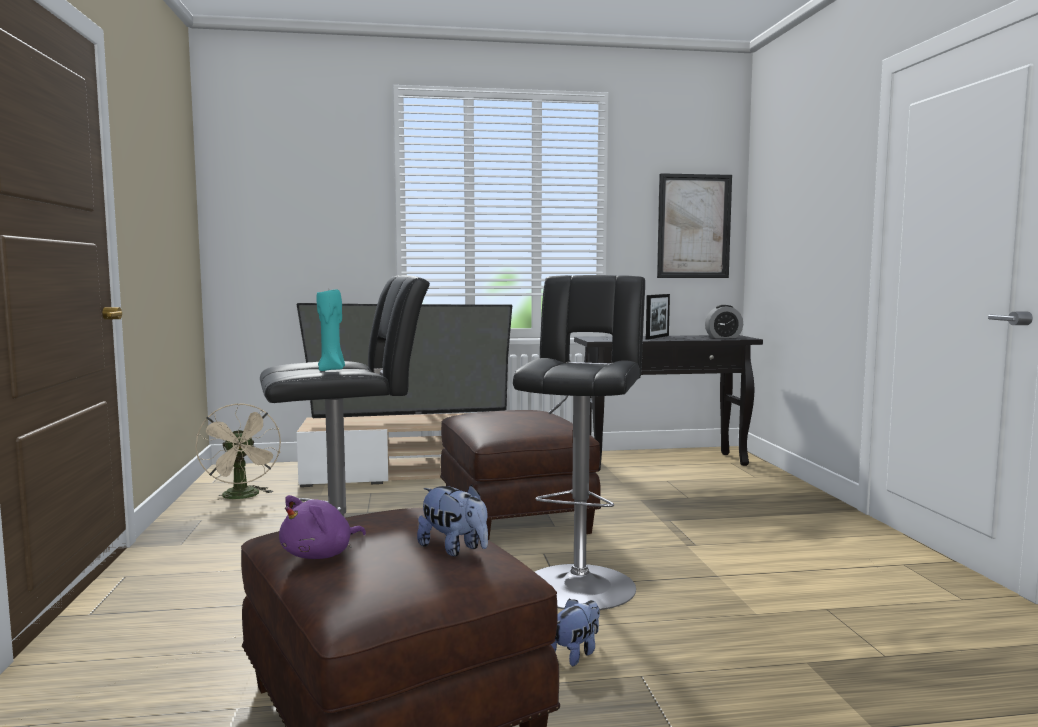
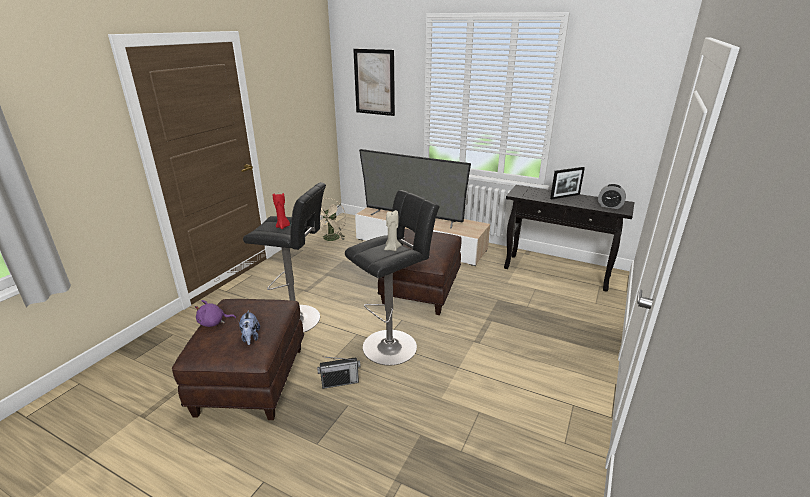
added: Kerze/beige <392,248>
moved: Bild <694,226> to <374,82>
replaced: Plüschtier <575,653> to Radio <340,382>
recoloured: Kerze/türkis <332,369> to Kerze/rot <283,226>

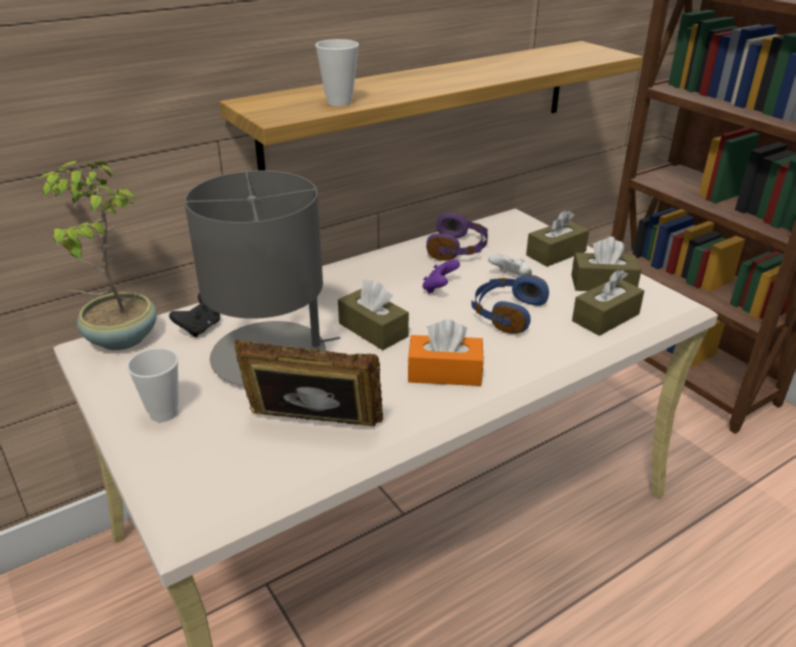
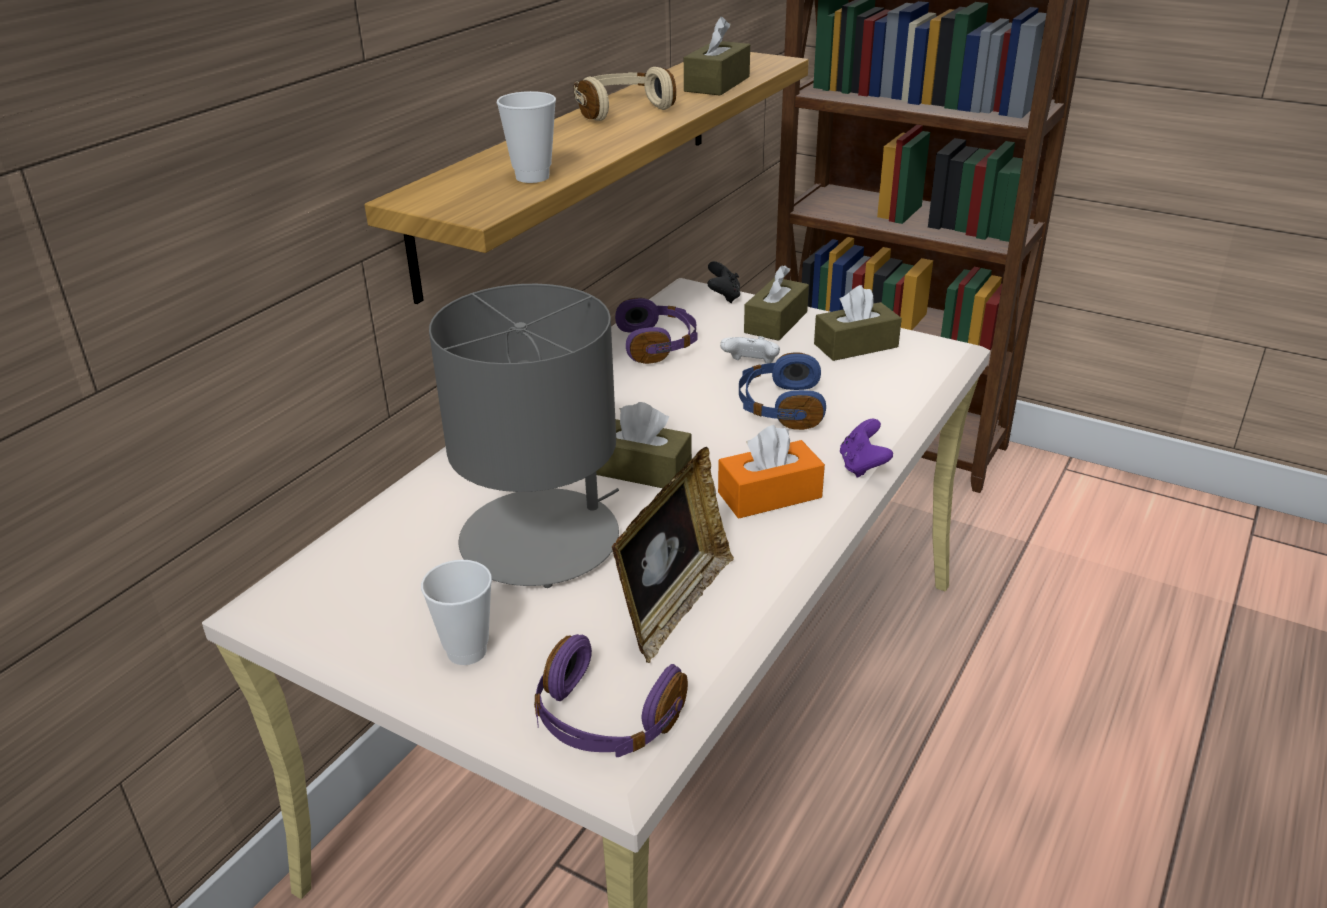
removed: Topfpflanze <120,339>
added: Kopfhörer/beige <620,109>; Kopfhörer/lila <605,720>
moved: Gamepad/lila <439,289> to <862,466>; Taschentuchbox/braun <605,317> to <717,84>; Gamepad/schwarz <200,328> to <723,297>
turned: Bilderrahmen <312,428> = <674,605> 135 degrees clockwise

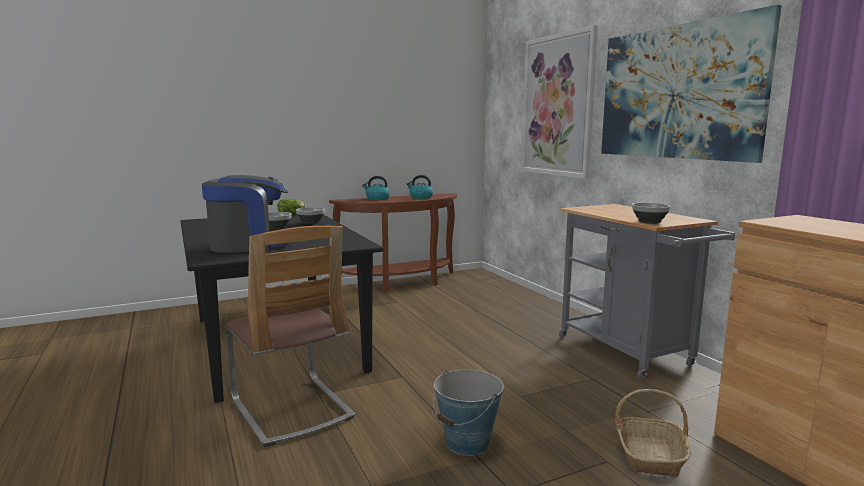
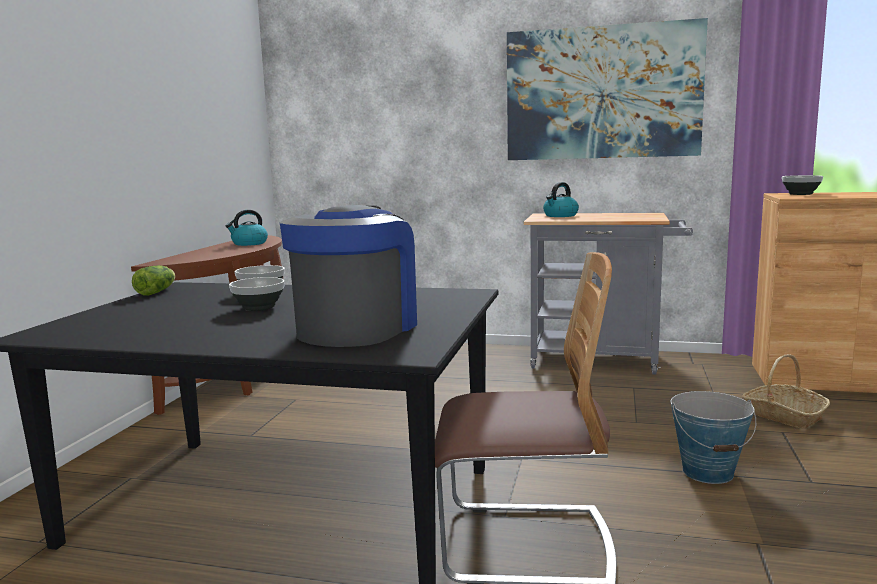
removed: Bild <557,106>
moved: Wasserkessel <377,198> to <560,215>; Schüssel <649,222> to <800,194>

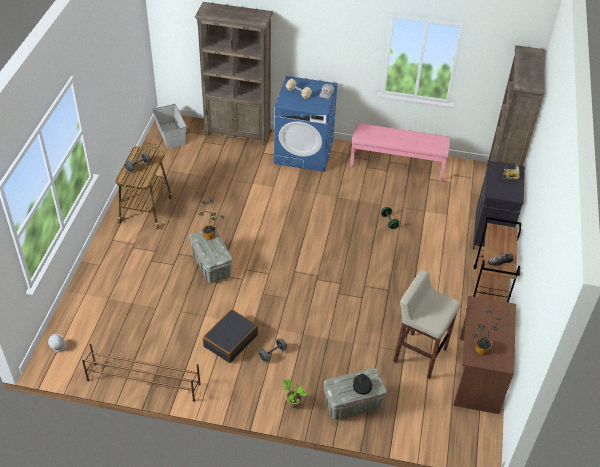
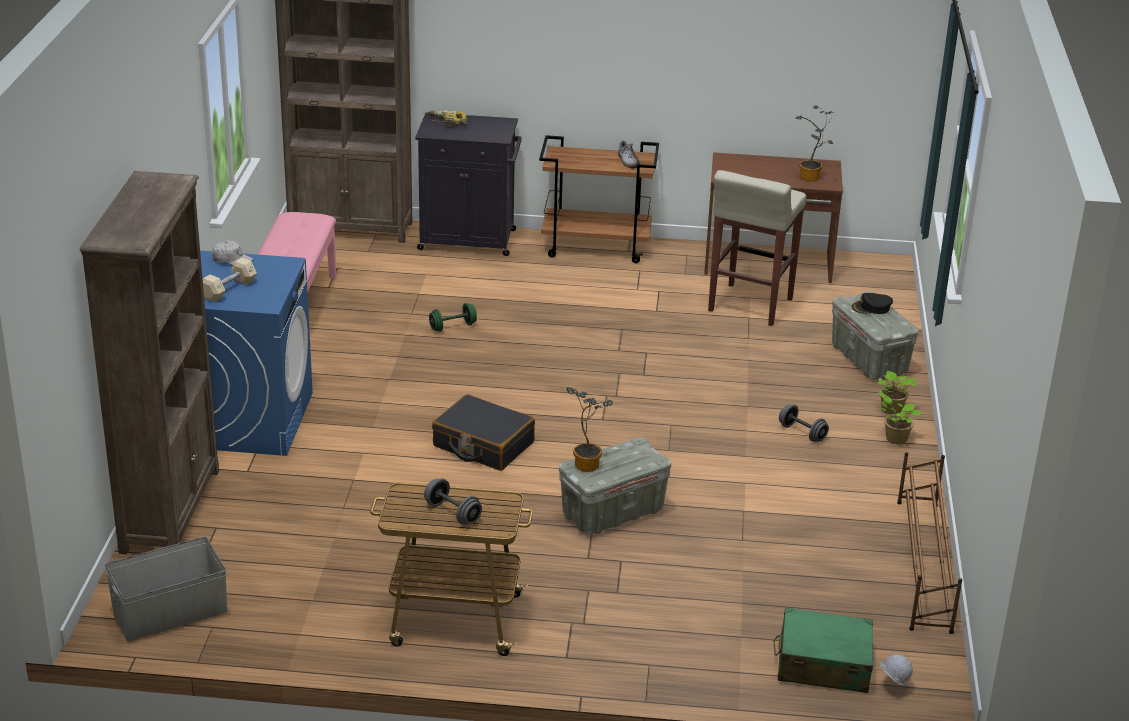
added: Topfpflanze <894,438>; Koffer/grün <823,664>
moved: Koffer/schwarz <230,340> to <483,445>

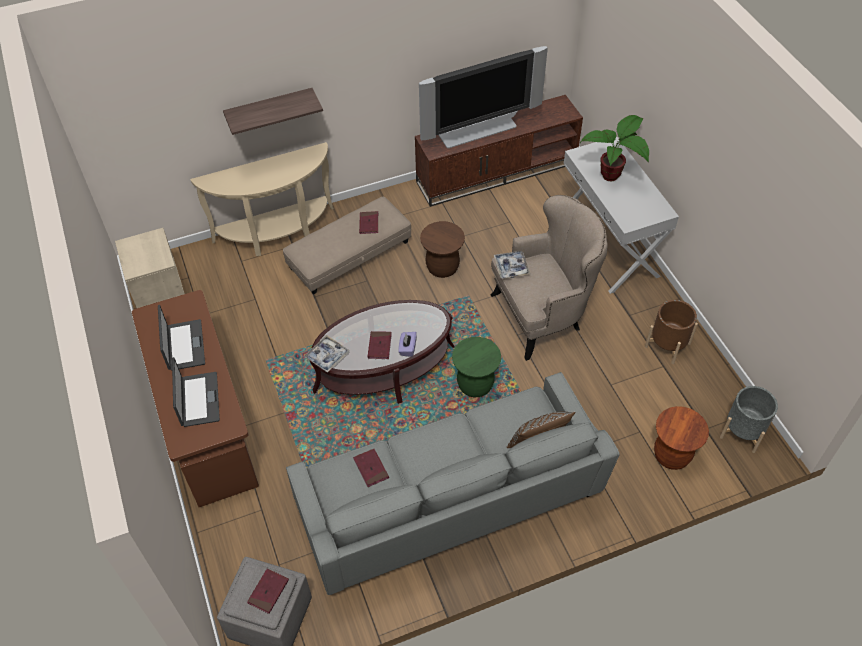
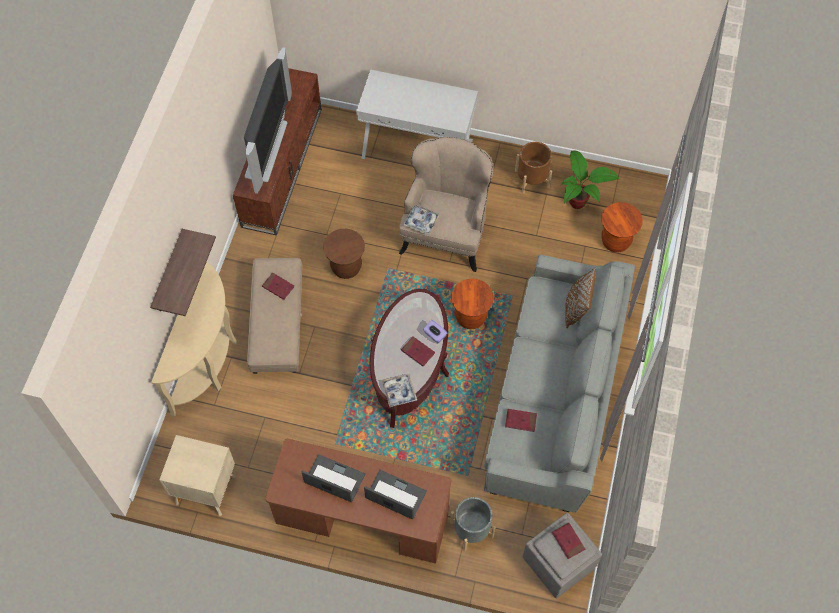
moved: Topfpflanze <613,177> to <579,202>; Pflanzkübel/grau <742,432> to <471,530>
recoloured: Hocker/grün <475,384> to Hocker/braun <470,317>

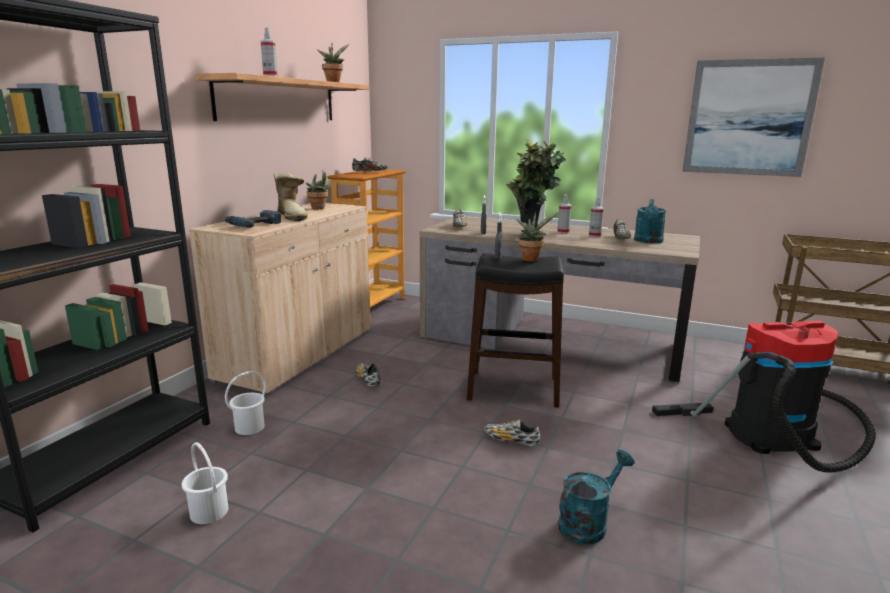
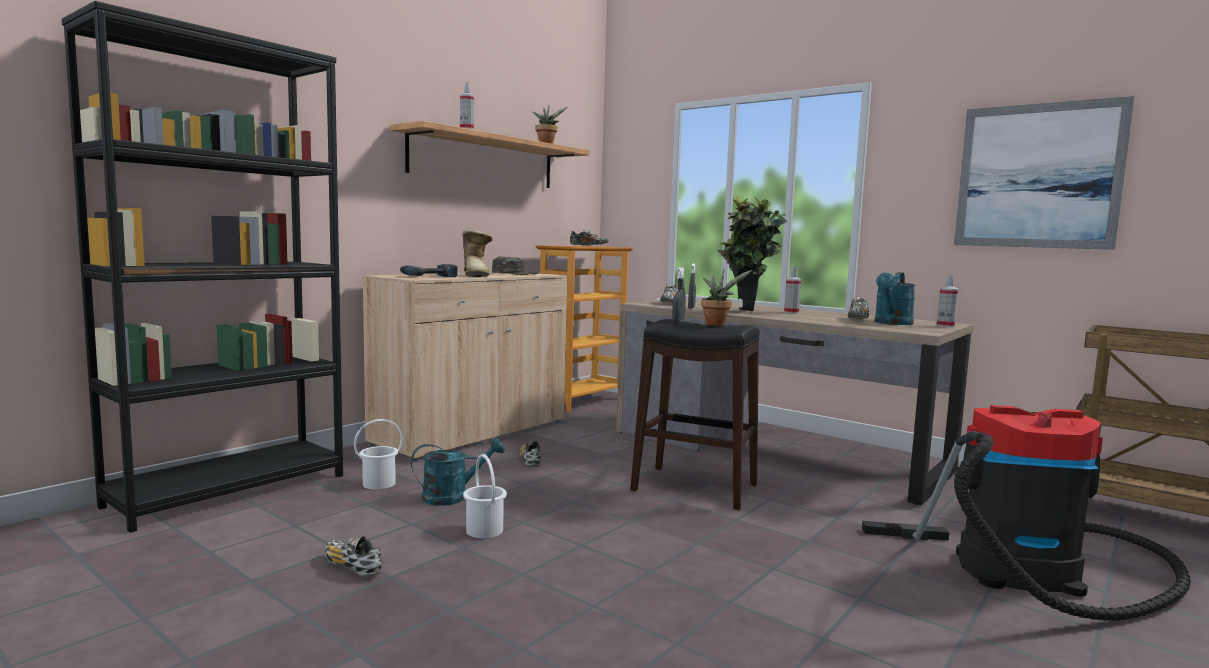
moved: Sprühflasche <594,236> to <945,326>; Schuh <511,441> to <352,567>; Eimer/weiß <208,512> to <484,530>; Gießkanne/türkis <588,523> to <453,496>
replaced: Topfpflanze <319,208> to Kappe/grün <514,274>

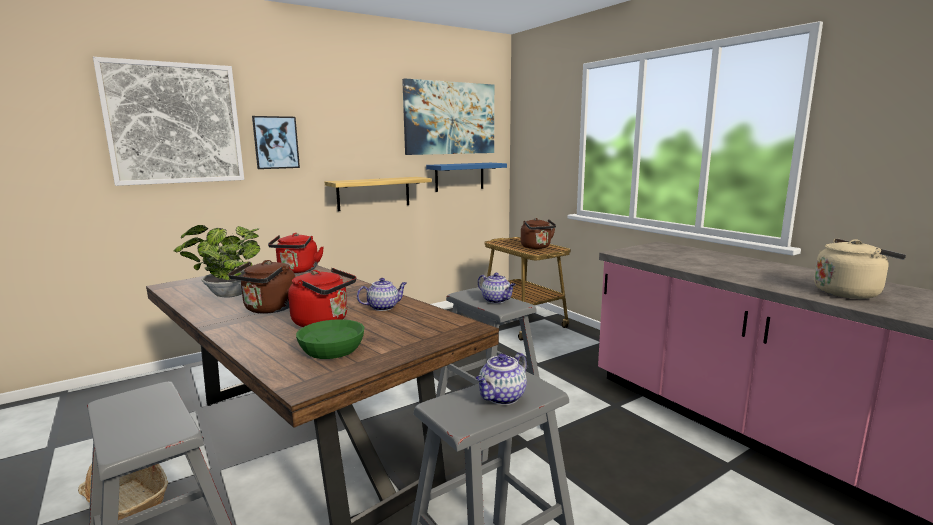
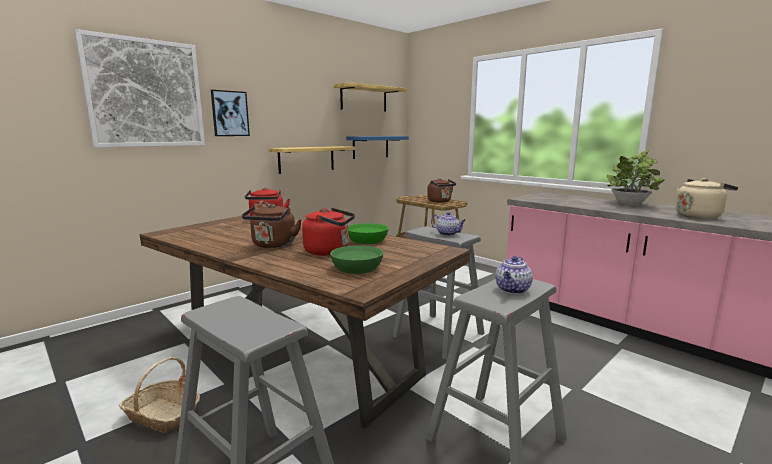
moved: Topfpflanze <228,295> to <630,204>
replaced: Bild <450,118> to Wandregal <364,99>; Teekanne <383,307> to Schüssel/grün <367,240>

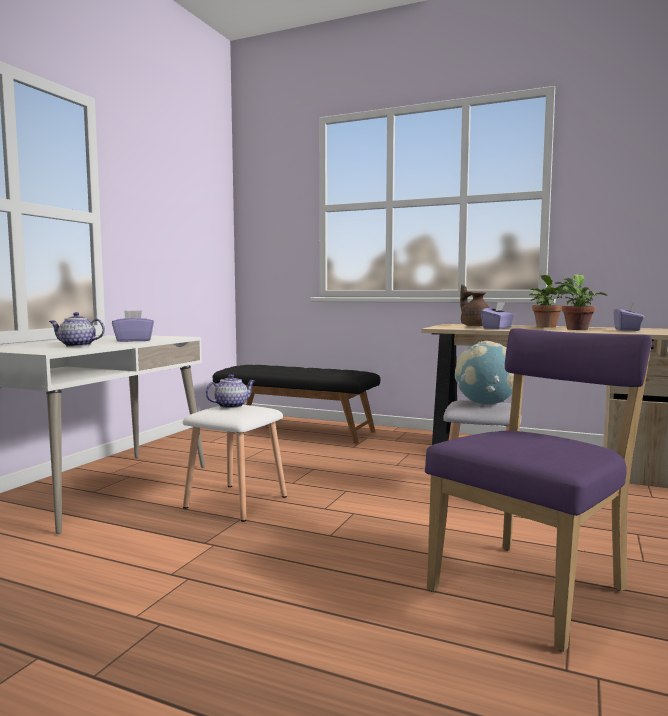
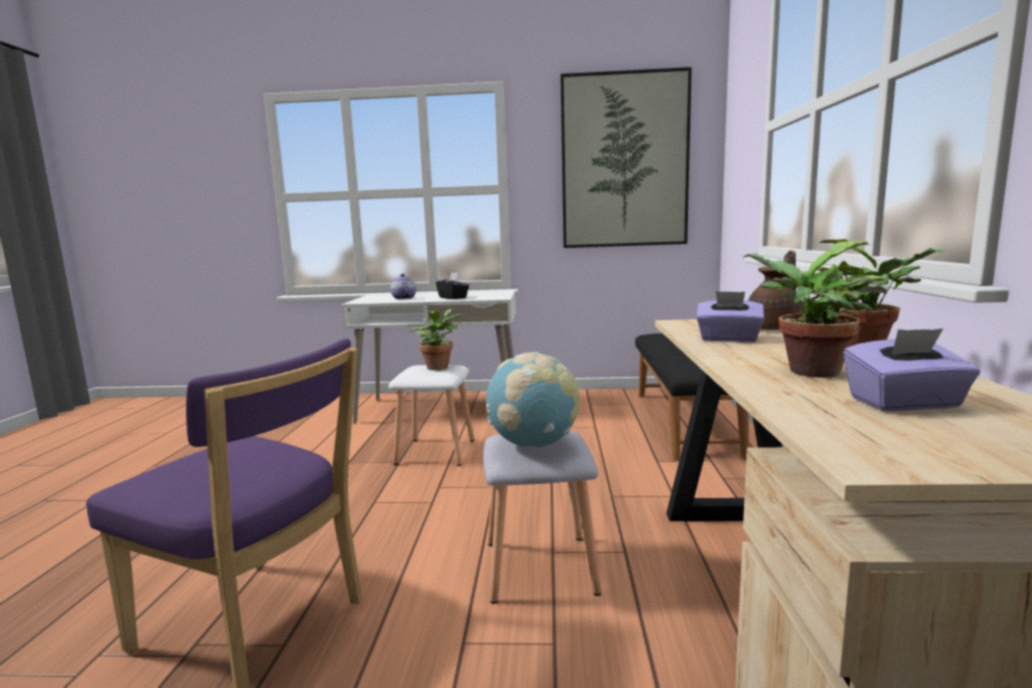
added: Bild <624,161>
replaced: Teekanne <231,406> to Topfpflanze <438,367>
recoloured: Taschentuchbox/lila <133,340> to Taschentuchbox/schwarz <453,297>

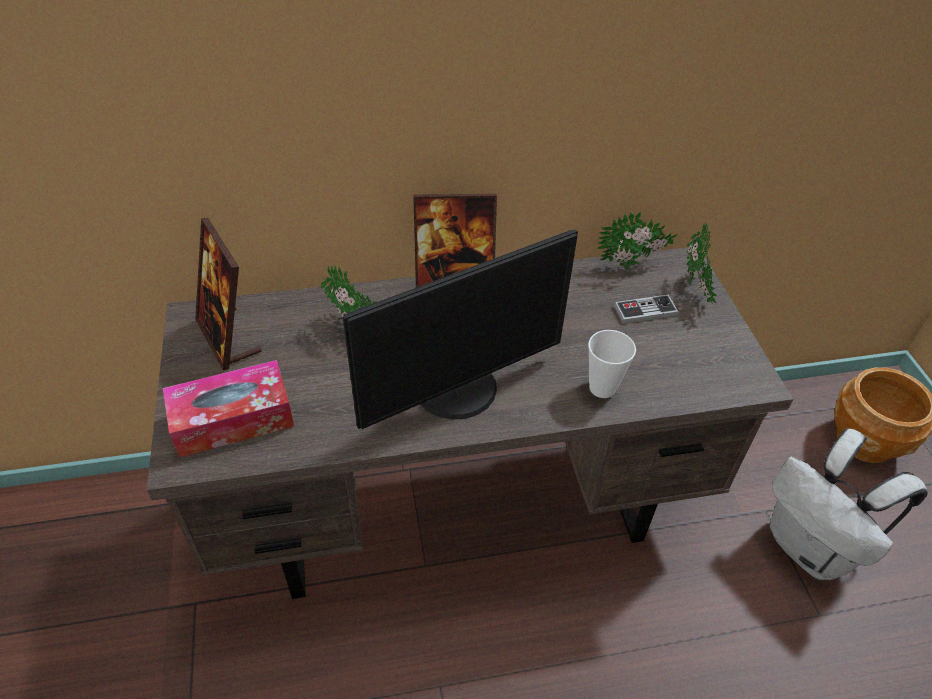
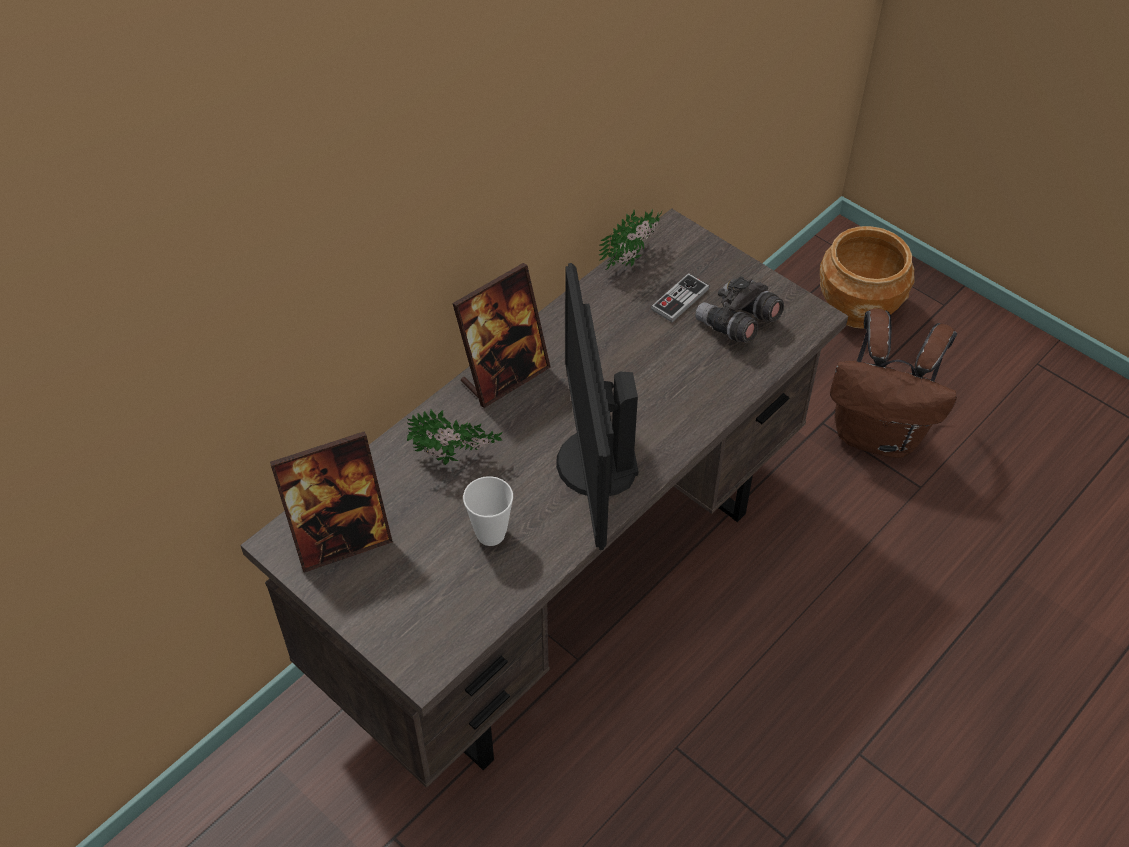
removed: Topfpflanze <695,291>; Taschentuchbox <233,419>
added: Fernglas/grau <737,324>
moved: Tasse <602,388> to <491,534>
recoloured: Rucksack/weiß <811,548> to Rucksack/braun <879,434>
turned: Bilderrahmen <228,337> = <341,540> 45 degrees counterclockwise; Monitor <458,390> = <593,463> 150 degrees clockwise

